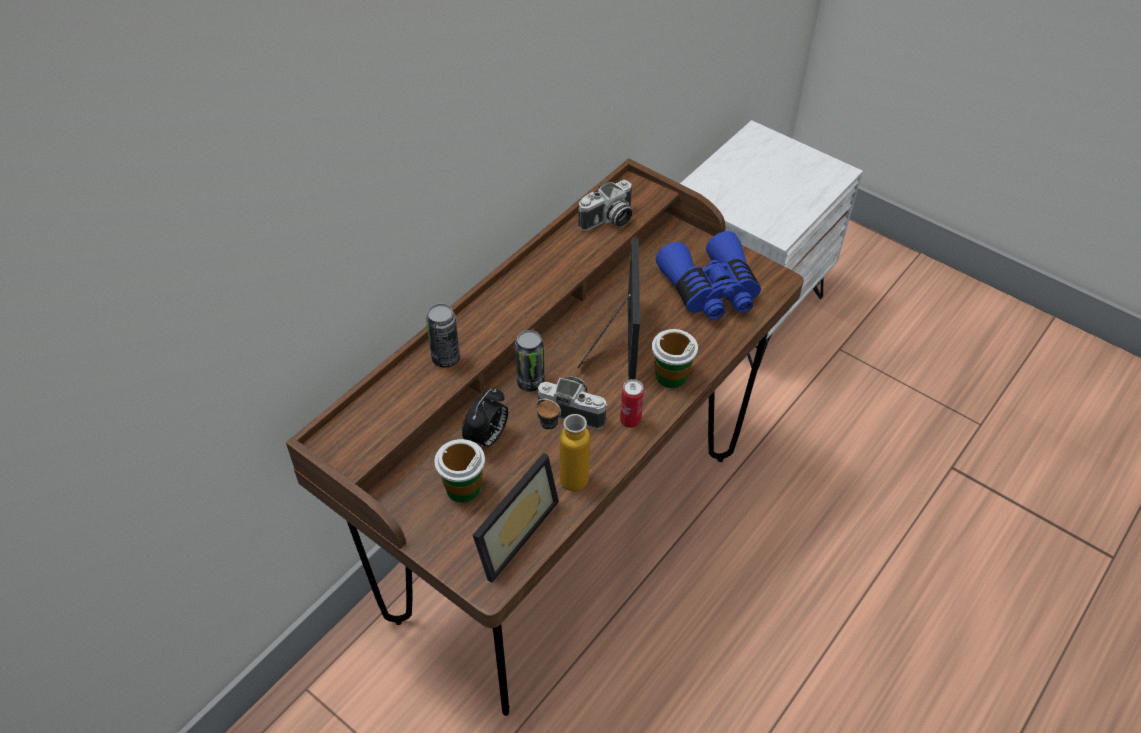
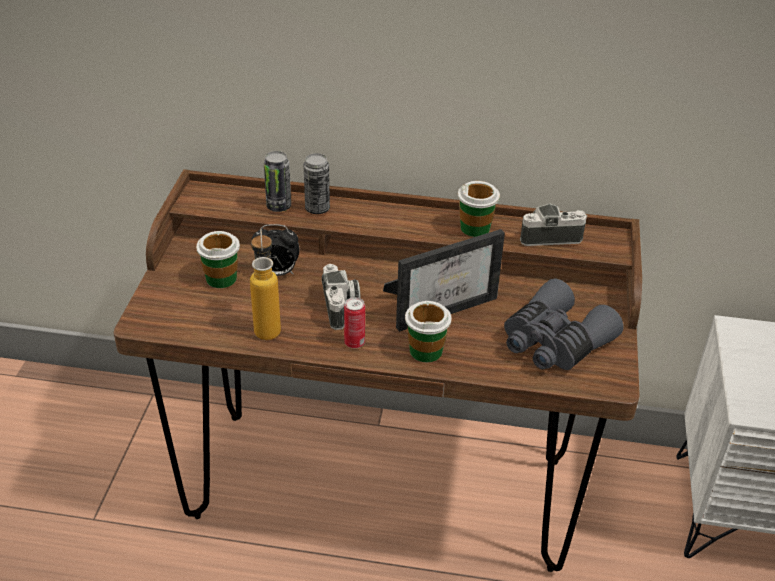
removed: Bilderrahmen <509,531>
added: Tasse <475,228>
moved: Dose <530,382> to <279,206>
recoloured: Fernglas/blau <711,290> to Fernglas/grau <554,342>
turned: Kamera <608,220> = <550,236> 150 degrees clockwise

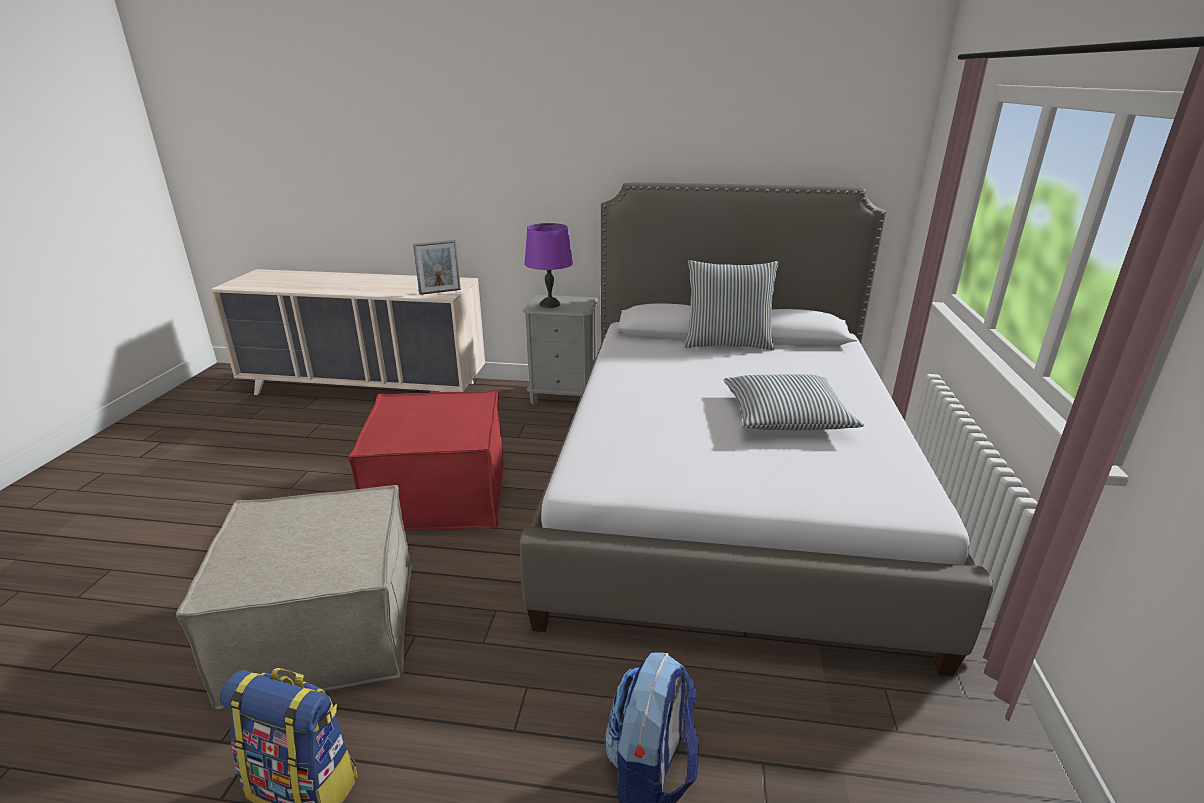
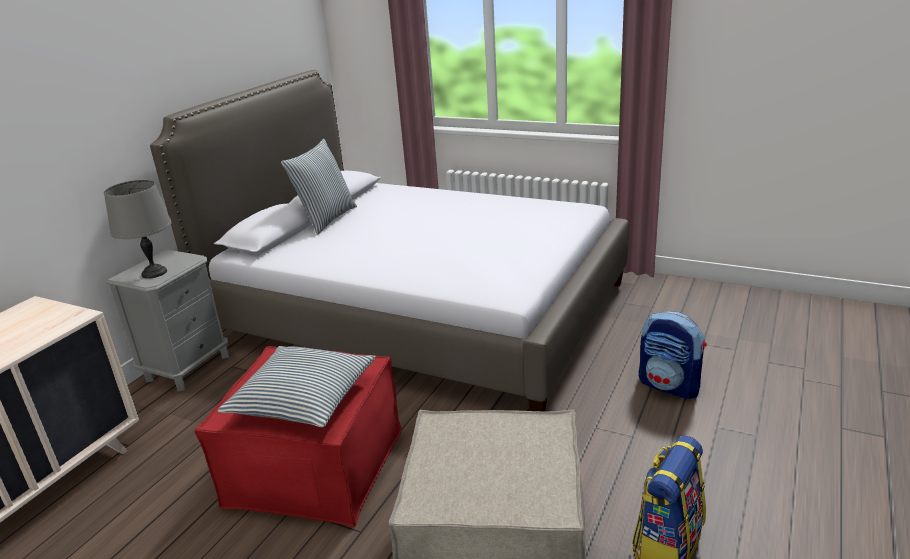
removed: Bilderrahmen <440,292>
moved: Kissen <785,416> to <302,398>
recoloured: Tischlampe/lila <550,304> to Tischlampe/grau <155,273>

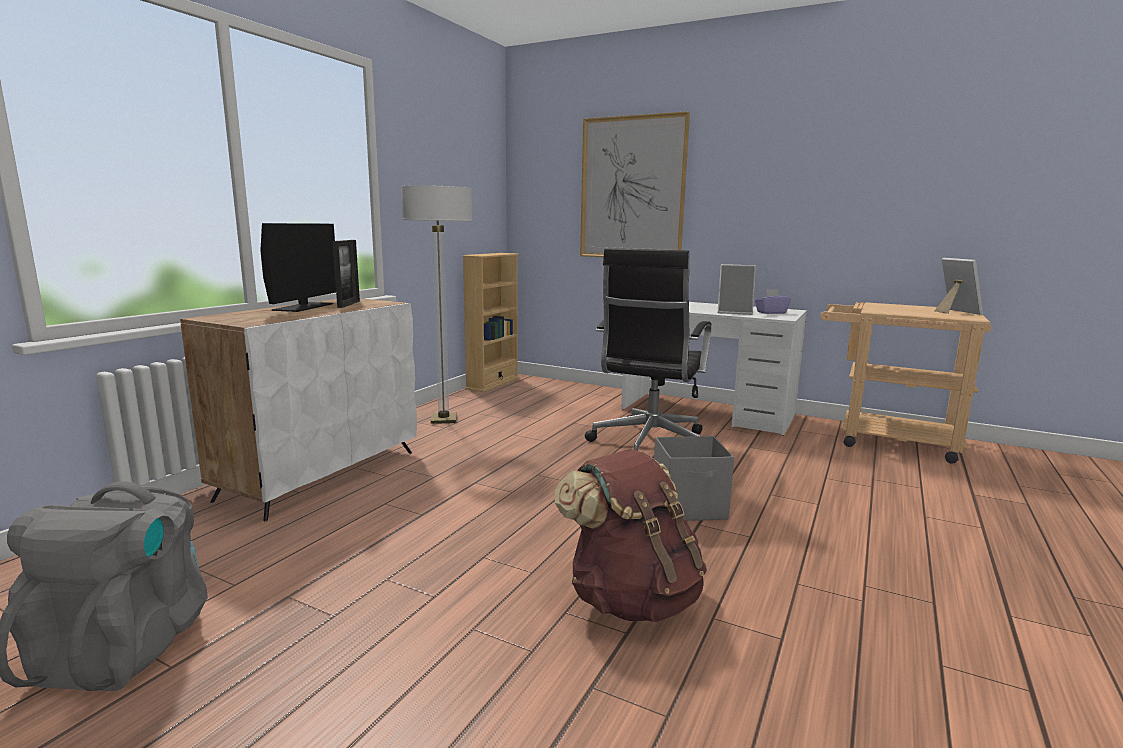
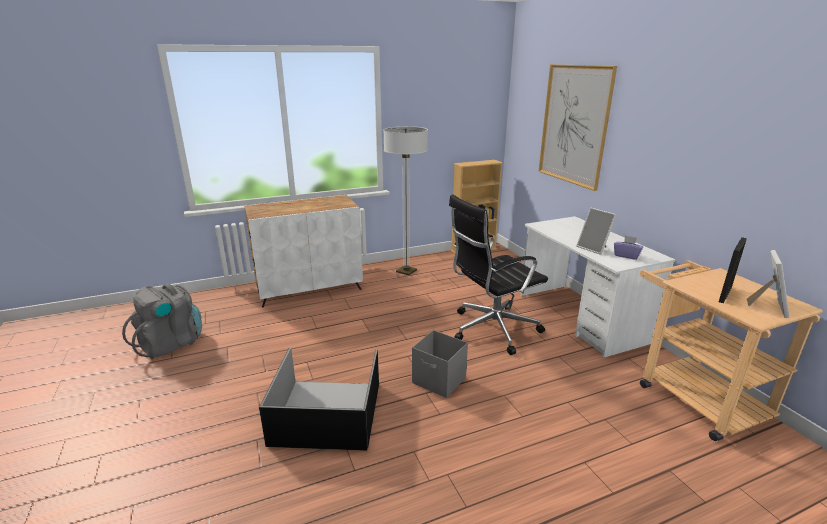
removed: Monitor <303,307>
moved: Bilderrahmen <349,304> to <725,294>
replaced: Rucksack/braun <631,598> to Aufbewahrungsbox/schwarz <328,413>

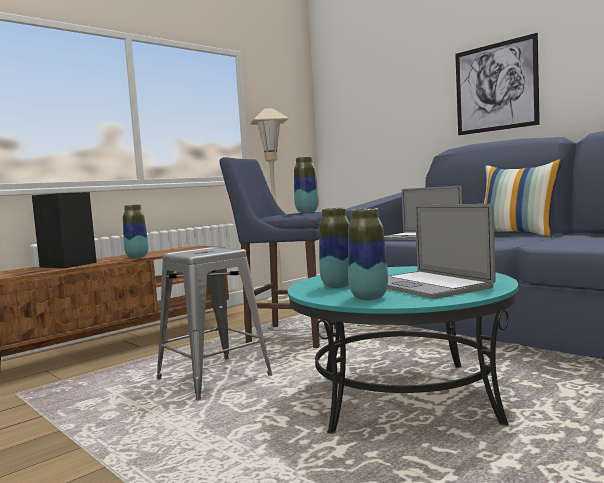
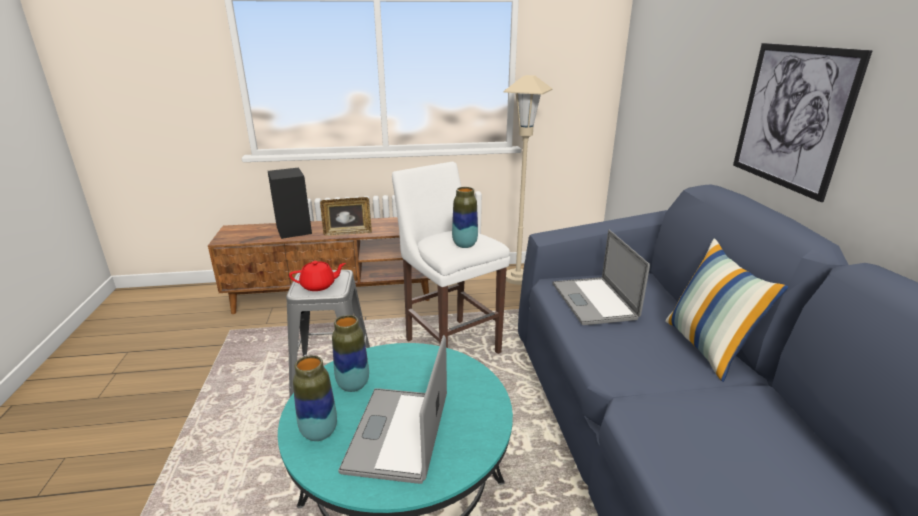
added: Teekanne/rot <319,285>
replaced: Vase <137,257> to Bilderrahmen <348,232>
recoloured: Hocker/blau <289,336> to Hocker/weiß <450,344>

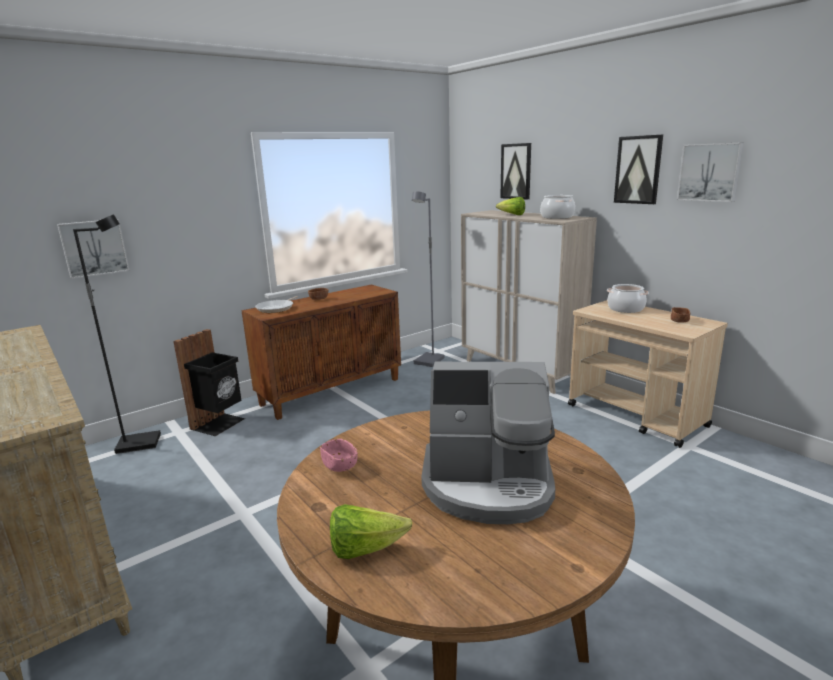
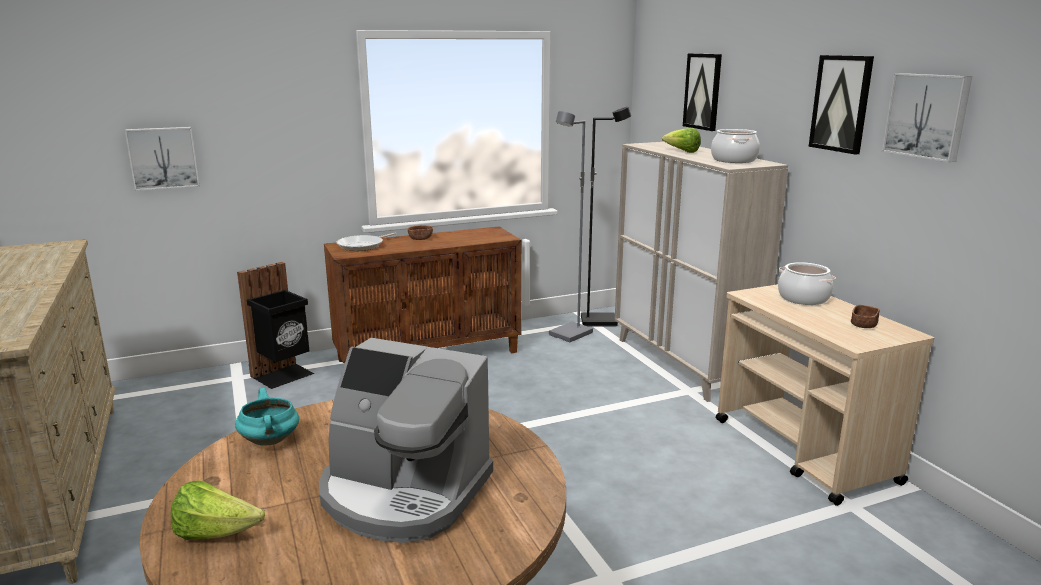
moved: Stehlampe/schwarz <139,443> to <599,321>
replaced: Schüssel/rosa <340,465> to Kochtopf/türkis <271,441>

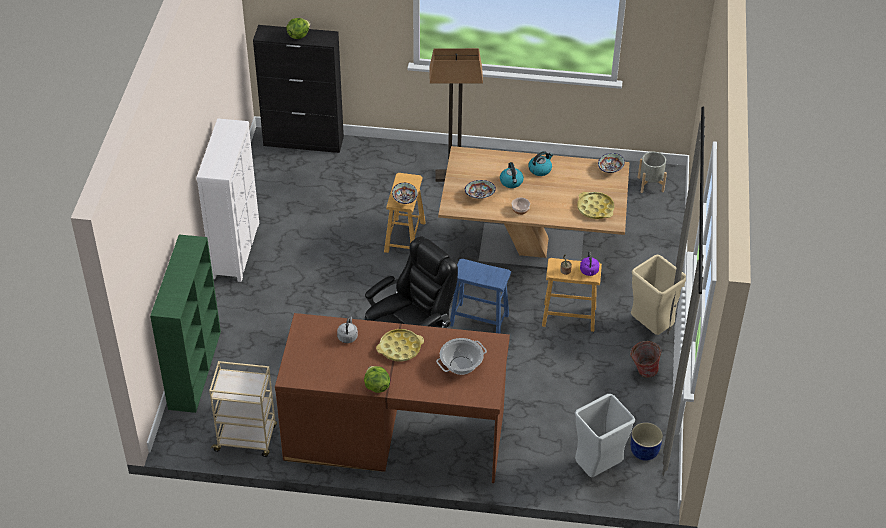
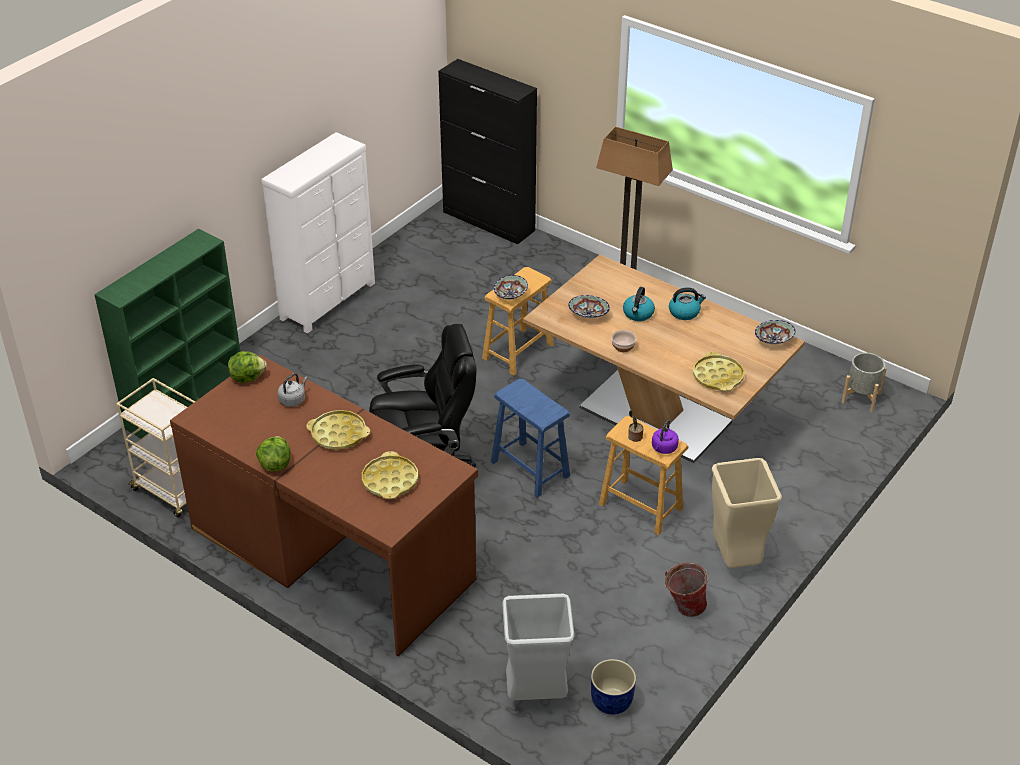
moved: Salatkopf <298,35> to <247,377>
replaced: Kochtopf <461,366> to Tablett/gelb <390,480>

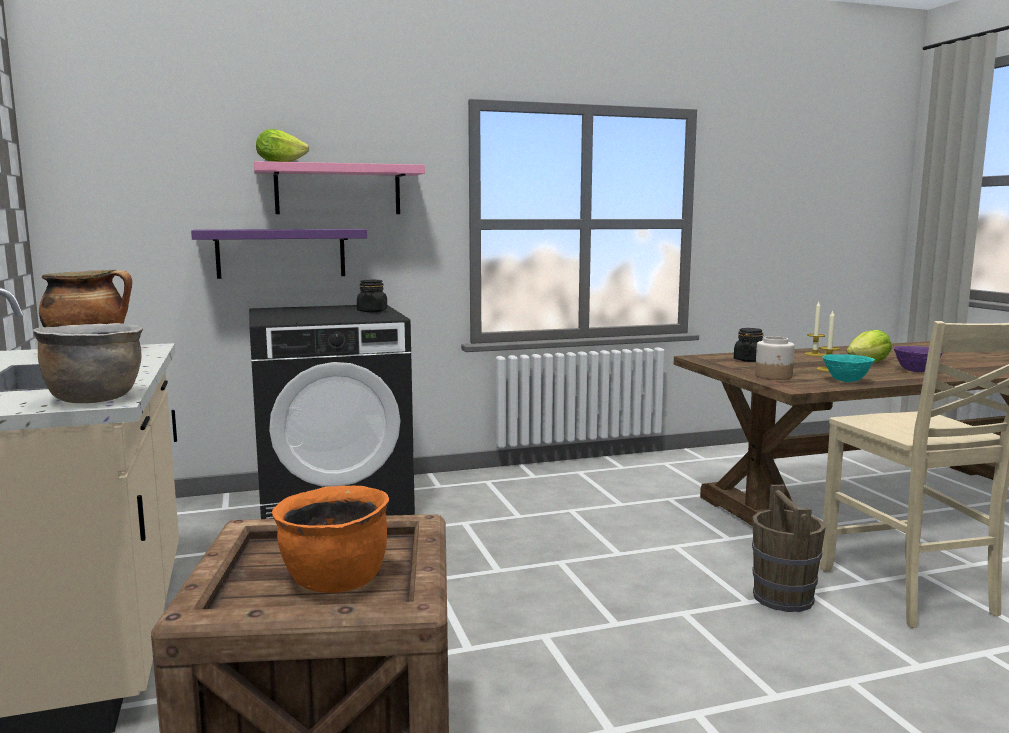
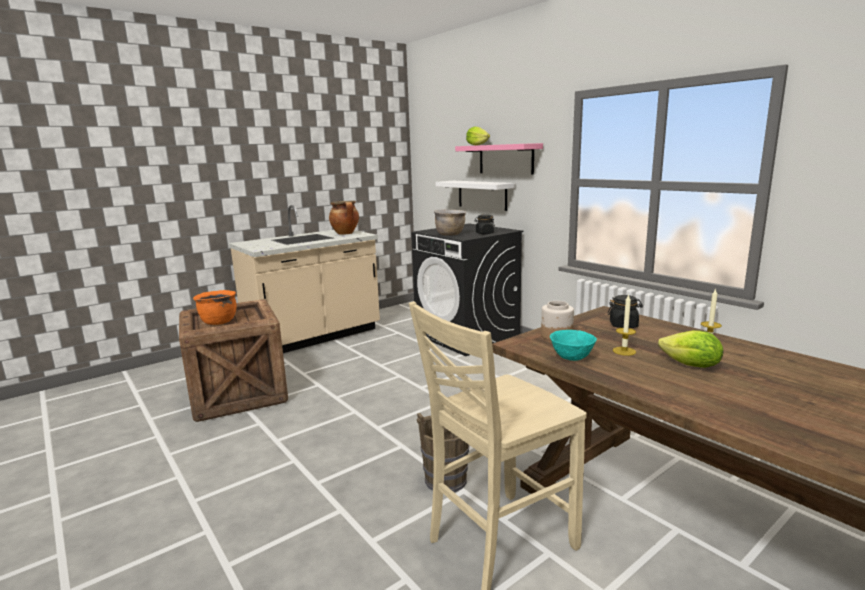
removed: Schüssel/lila <916,371>
moved: Kochtopf/braun <94,398> to <450,234>
recoloured: Wandregal/lila <281,253> to Wandregal/weiß <482,195>

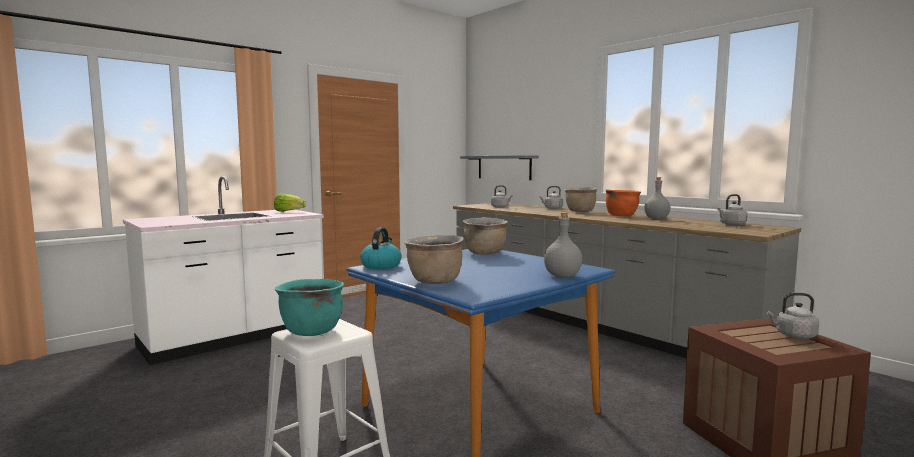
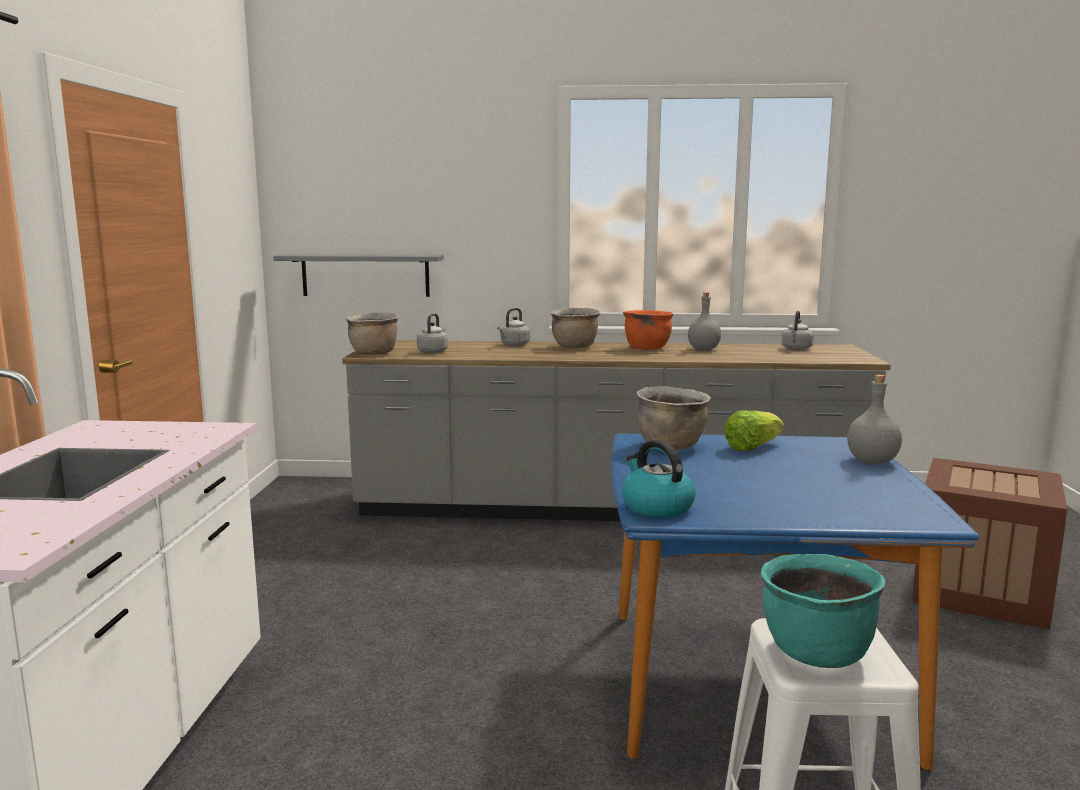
removed: Wasserkessel/grau <793,335>
moved: Salatkopf <289,211> to <752,447>; Kochtopf/braun <435,282> to <374,354>

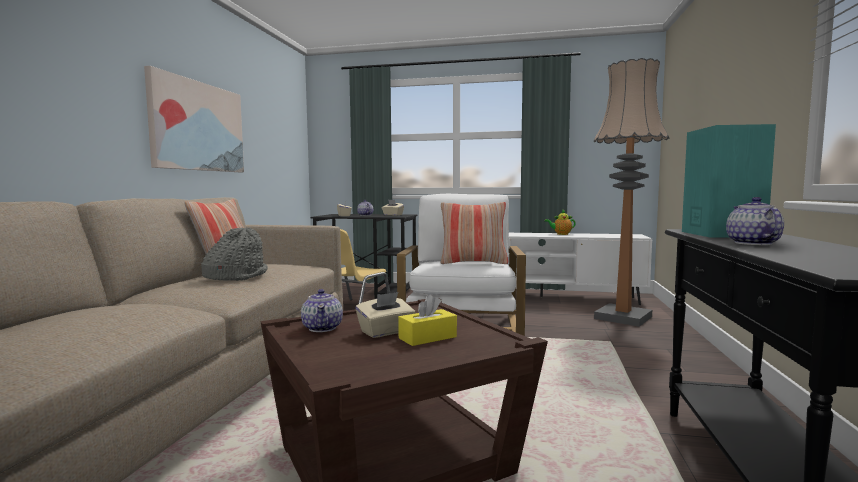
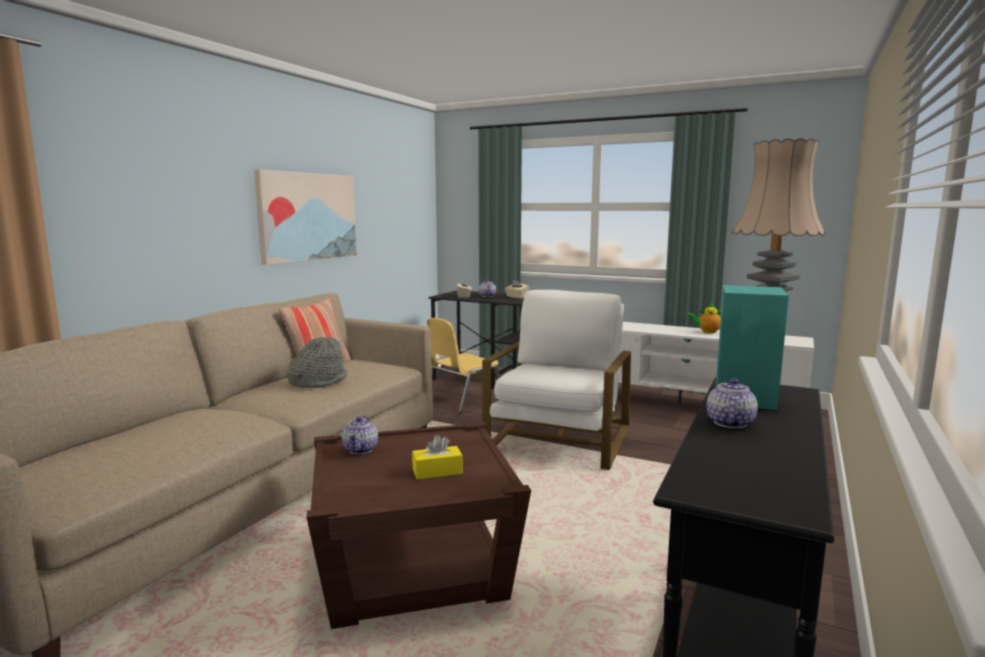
removed: Kissen <473,262>; Taschentuchbox/beige <386,332>

